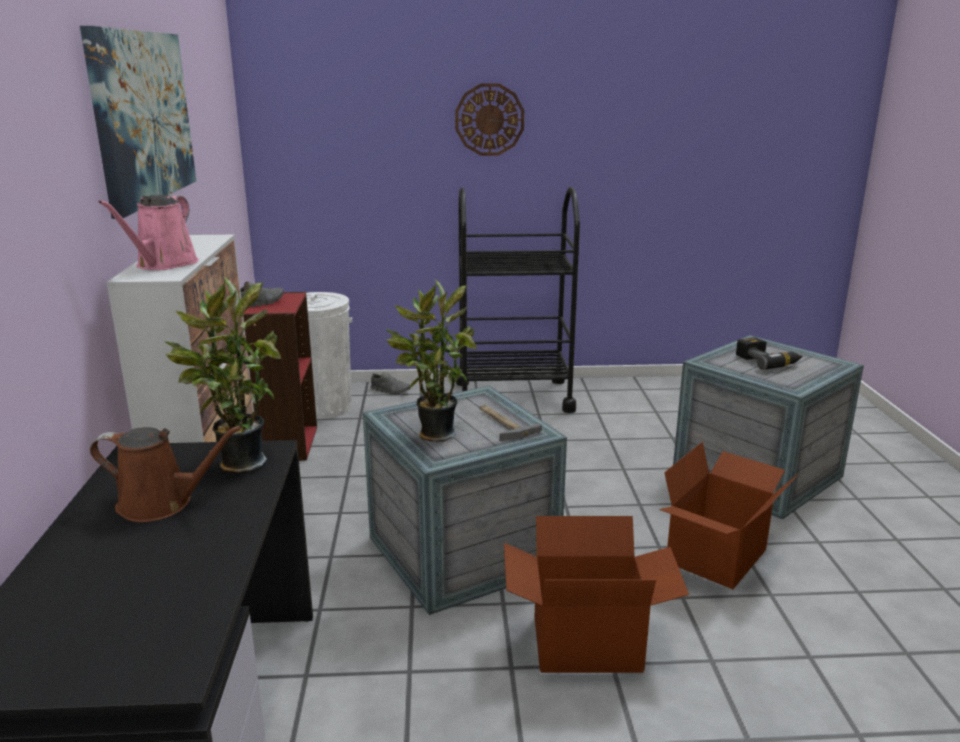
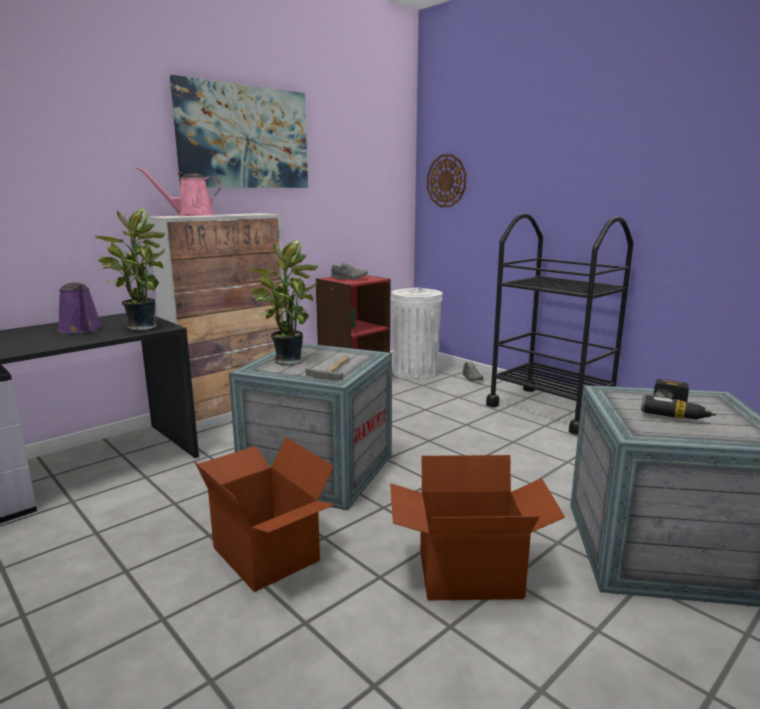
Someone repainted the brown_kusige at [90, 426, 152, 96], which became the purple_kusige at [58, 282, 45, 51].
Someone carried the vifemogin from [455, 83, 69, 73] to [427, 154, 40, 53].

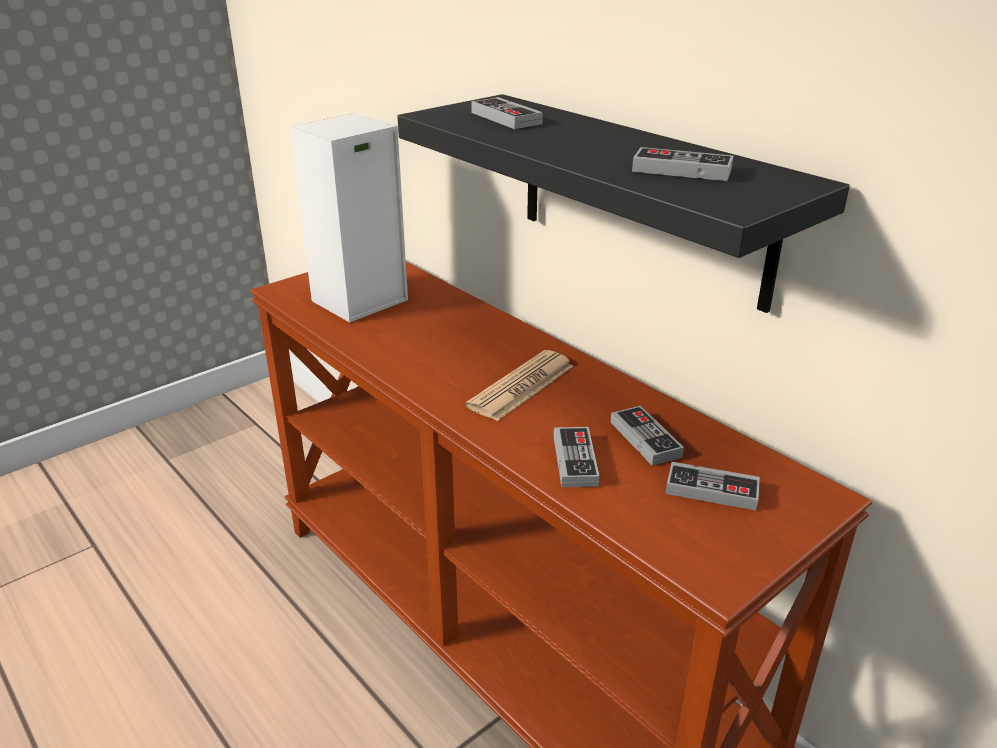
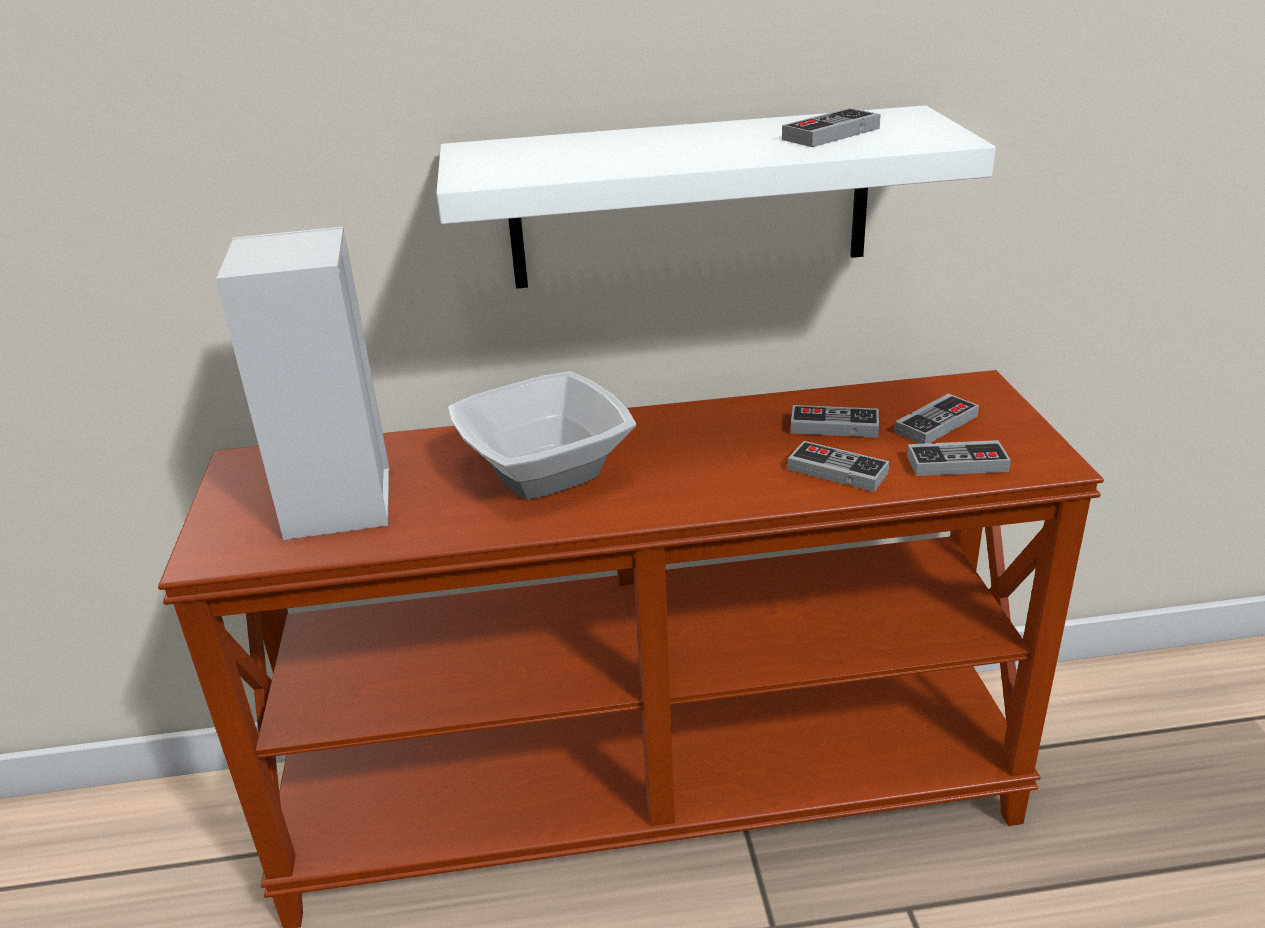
Someone repainted the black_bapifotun at [397, 94, 453, 219], which became the white_bapifotun at [436, 105, 560, 184].
Someone put down the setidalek at [448, 371, 188, 128].
Someone carried the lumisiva from [471, 97, 72, 32] to [907, 440, 104, 36].
Someone took away the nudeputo at [465, 350, 109, 71].

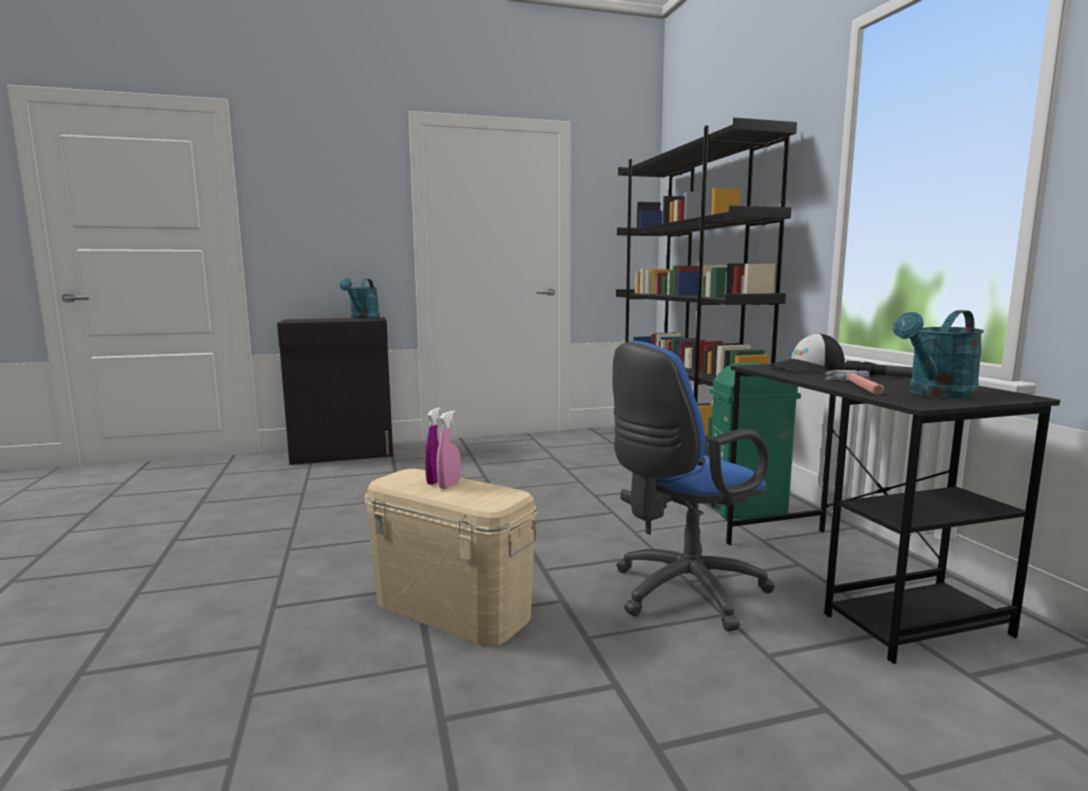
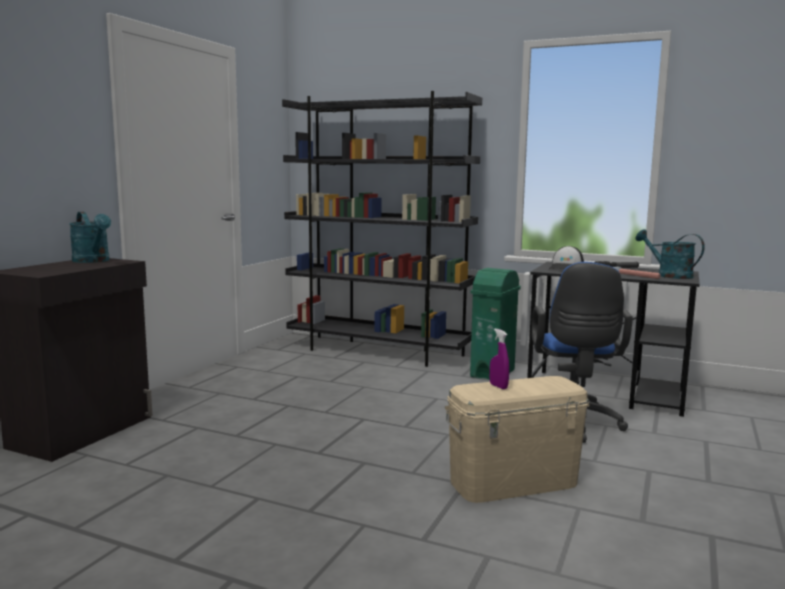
Someone rotated the turquoise_kusige at [893, 310, 91, 89] by 135 degrees clockwise.
Someone took away the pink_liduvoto at [437, 410, 24, 79].

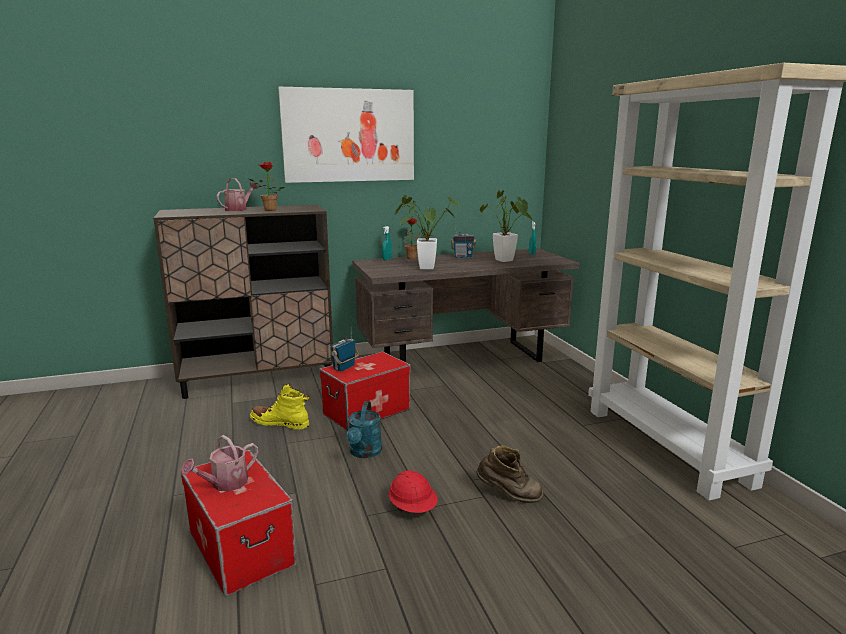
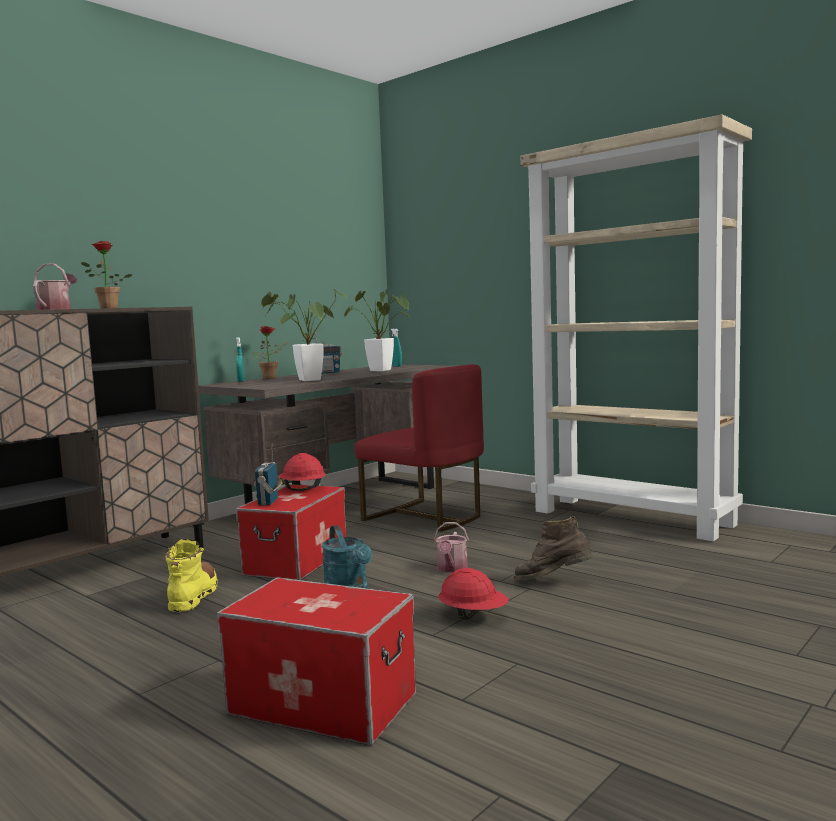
Someone rotated the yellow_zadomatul at [250, 384, 60, 46] by 105 degrees clockwise.
Someone put down the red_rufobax at [279, 453, 47, 38].
Someone put down the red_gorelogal at [355, 364, 129, 168].
Someone carried the kusige from [181, 435, 77, 57] to [434, 522, 35, 51].
Someone rotated the brown_zadomatul at [477, 445, 66, 58] by 150 degrees counterclockwise.
Someone took away the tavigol at [278, 87, 136, 96].

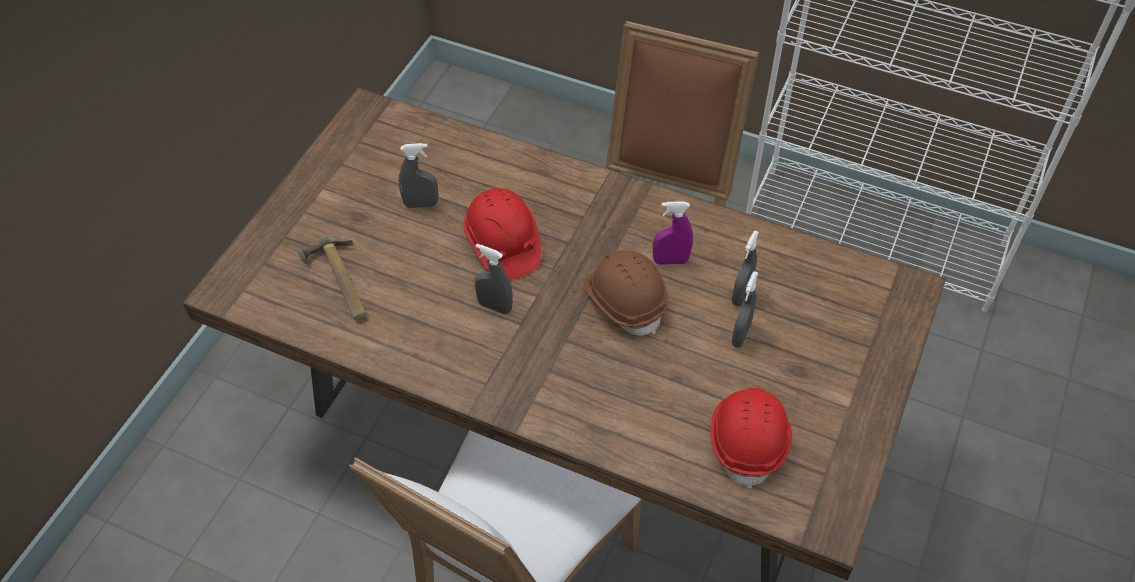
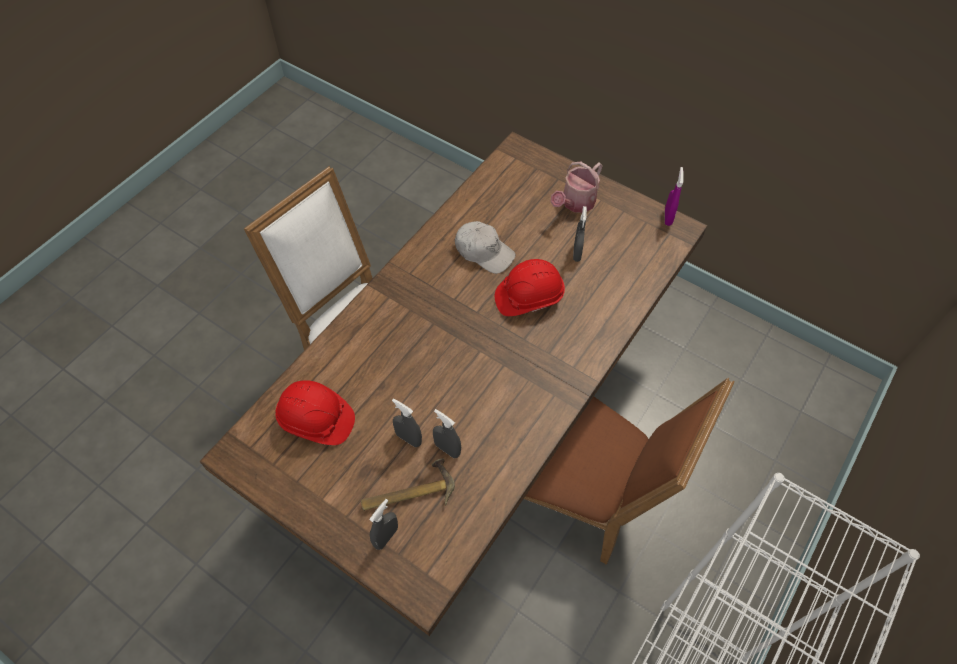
Someone carried the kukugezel from [297, 236, 70, 84] to [361, 458, 94, 52].
Someone carried the grey_liduvoto from [475, 244, 38, 70] to [369, 499, 29, 51].
Someone put down the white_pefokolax at [455, 221, 61, 53].
Someone put down the kusige at [551, 162, 52, 51].
Someone carried the purple_liduvoto from [653, 201, 40, 64] to [665, 167, 19, 59].
Someone took away the brown_rufobax at [583, 250, 85, 86].

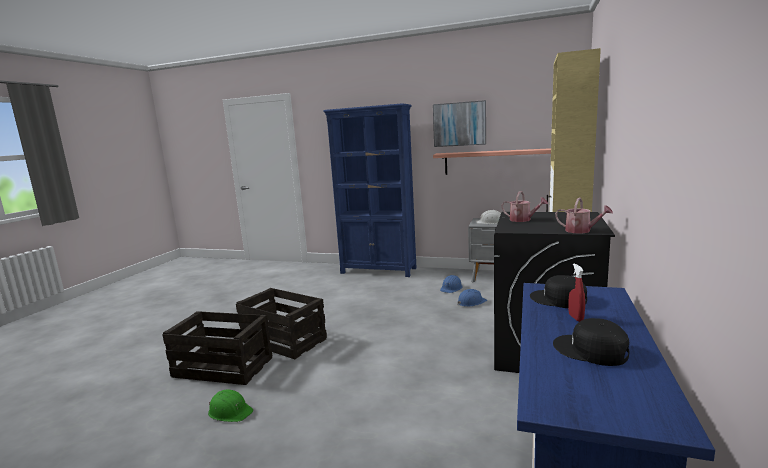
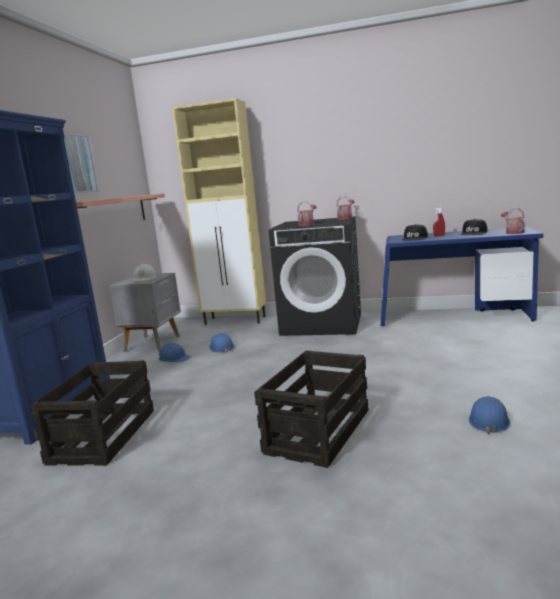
Someone carried the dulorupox from [162, 311, 111, 74] to [29, 360, 125, 106].
Someone repainted the green_rufobax at [208, 389, 45, 33], which became the blue_rufobax at [469, 396, 41, 38].
Someone put down the kusige at [501, 208, 25, 26].

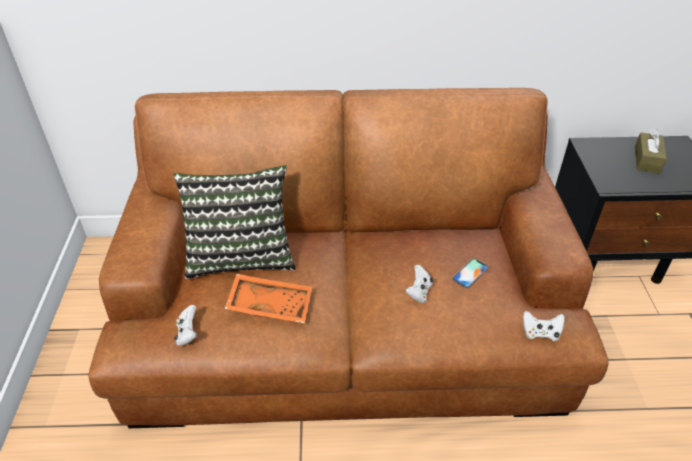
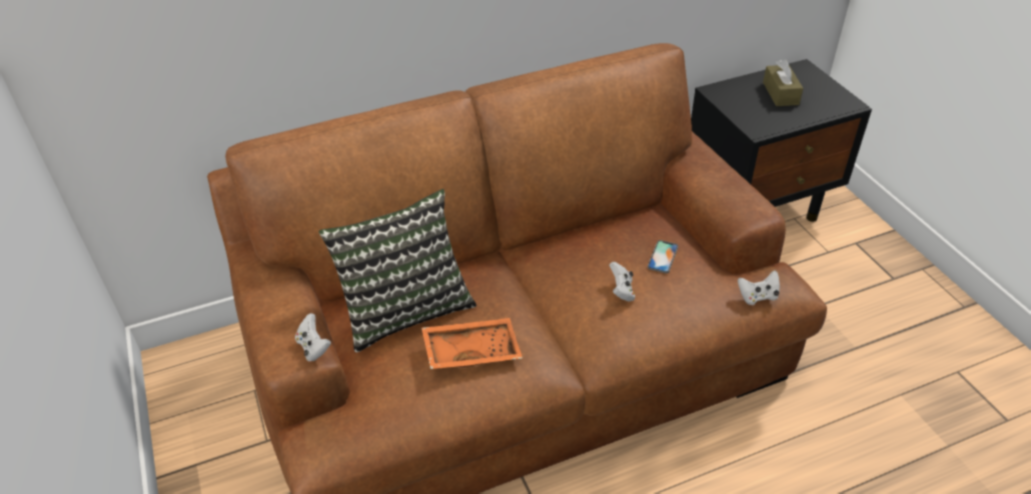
Someone carried the white_lumisiva from [174, 305, 23, 41] to [295, 313, 36, 49].

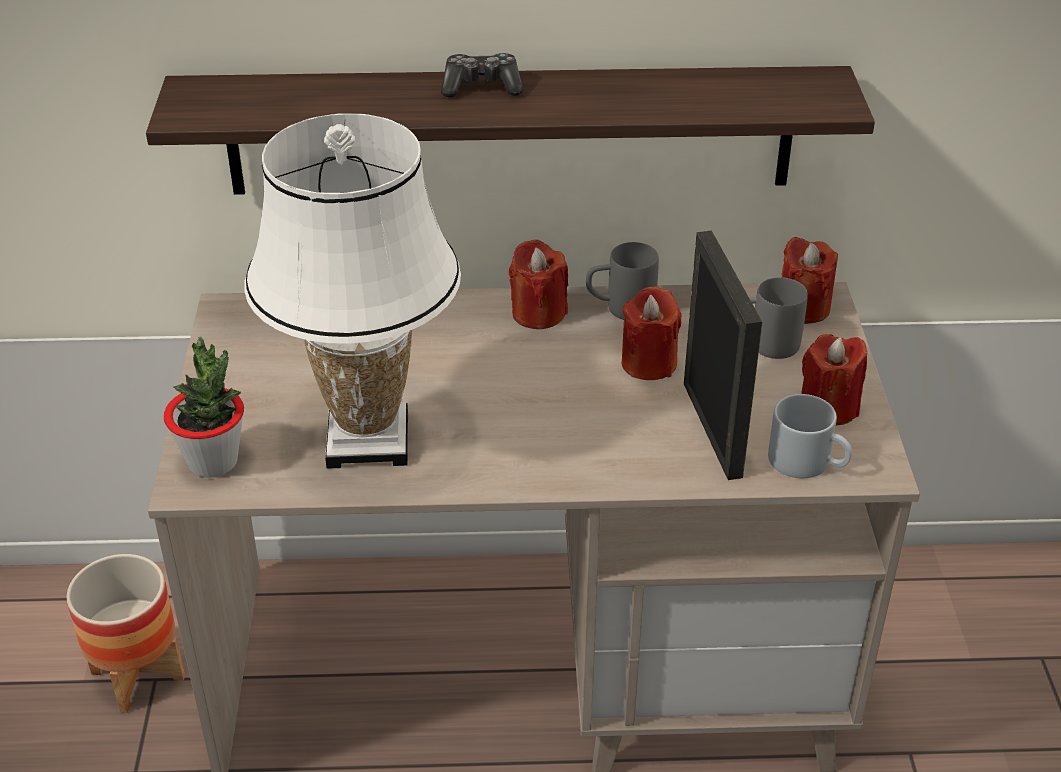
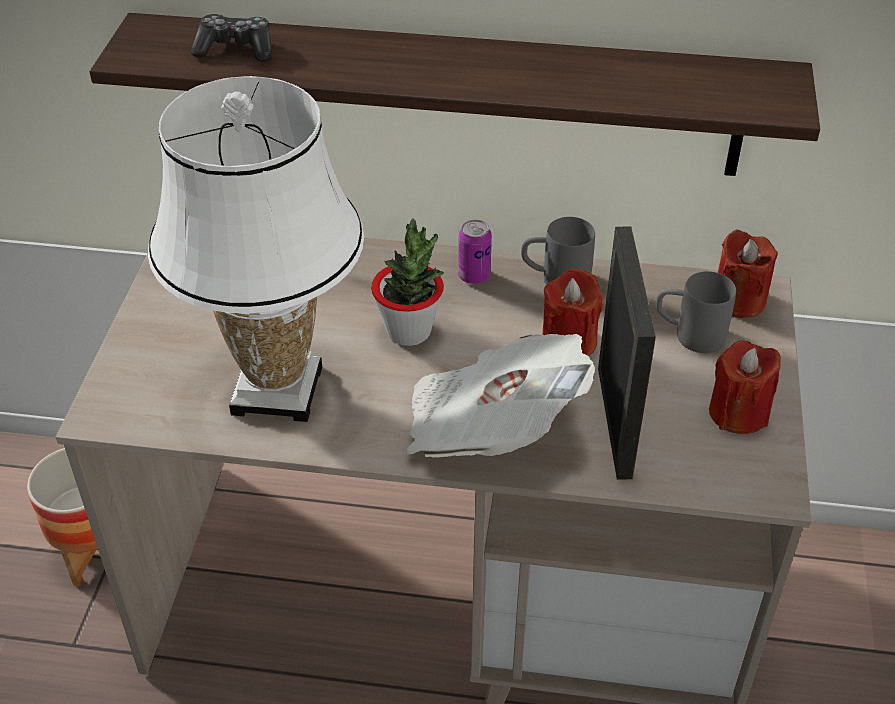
Someone carried the lumisiva from [441, 53, 82, 44] to [191, 14, 81, 48].
Someone carried the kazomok from [163, 337, 81, 141] to [371, 218, 73, 128].
Someone put down the nudeputo at [407, 334, 188, 124].
Someone swapped the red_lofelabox at [509, 240, 59, 89] for the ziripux at [458, 220, 34, 64].
Someone took away the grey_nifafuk at [768, 394, 84, 84].

